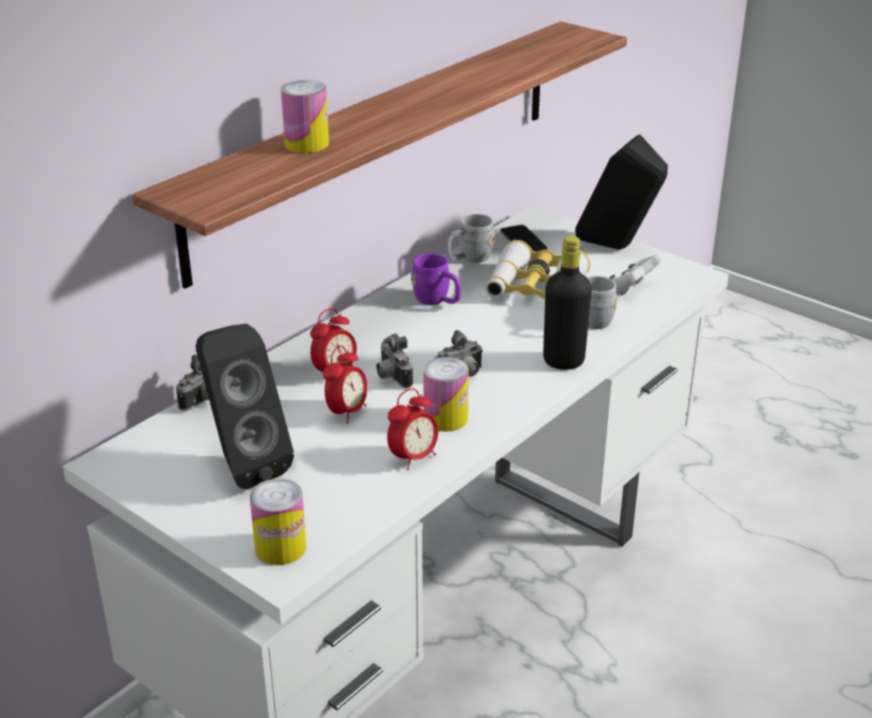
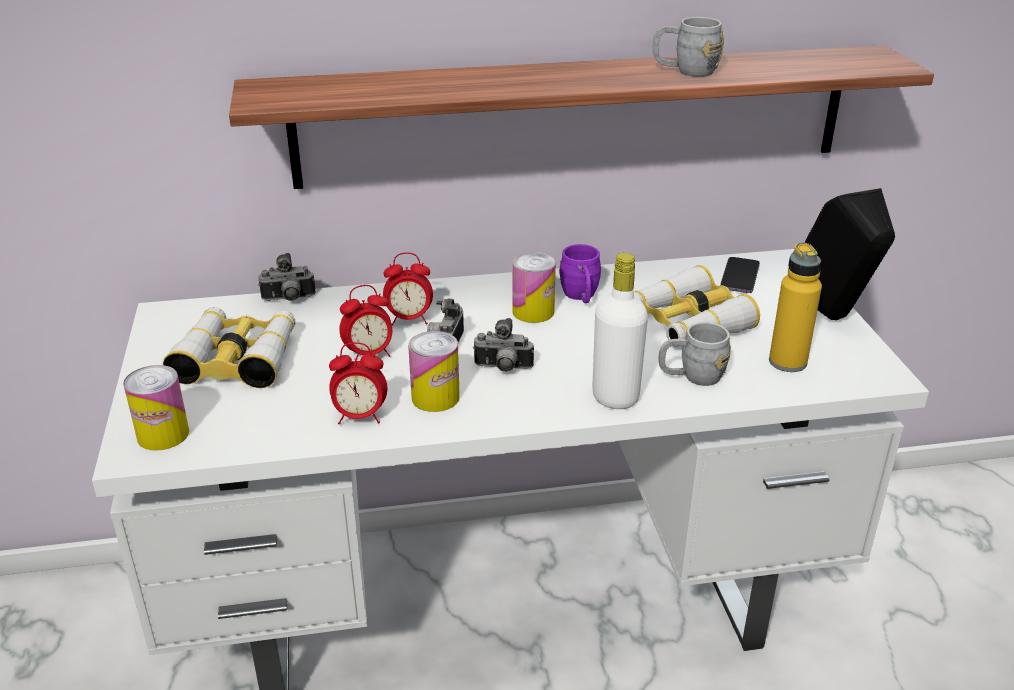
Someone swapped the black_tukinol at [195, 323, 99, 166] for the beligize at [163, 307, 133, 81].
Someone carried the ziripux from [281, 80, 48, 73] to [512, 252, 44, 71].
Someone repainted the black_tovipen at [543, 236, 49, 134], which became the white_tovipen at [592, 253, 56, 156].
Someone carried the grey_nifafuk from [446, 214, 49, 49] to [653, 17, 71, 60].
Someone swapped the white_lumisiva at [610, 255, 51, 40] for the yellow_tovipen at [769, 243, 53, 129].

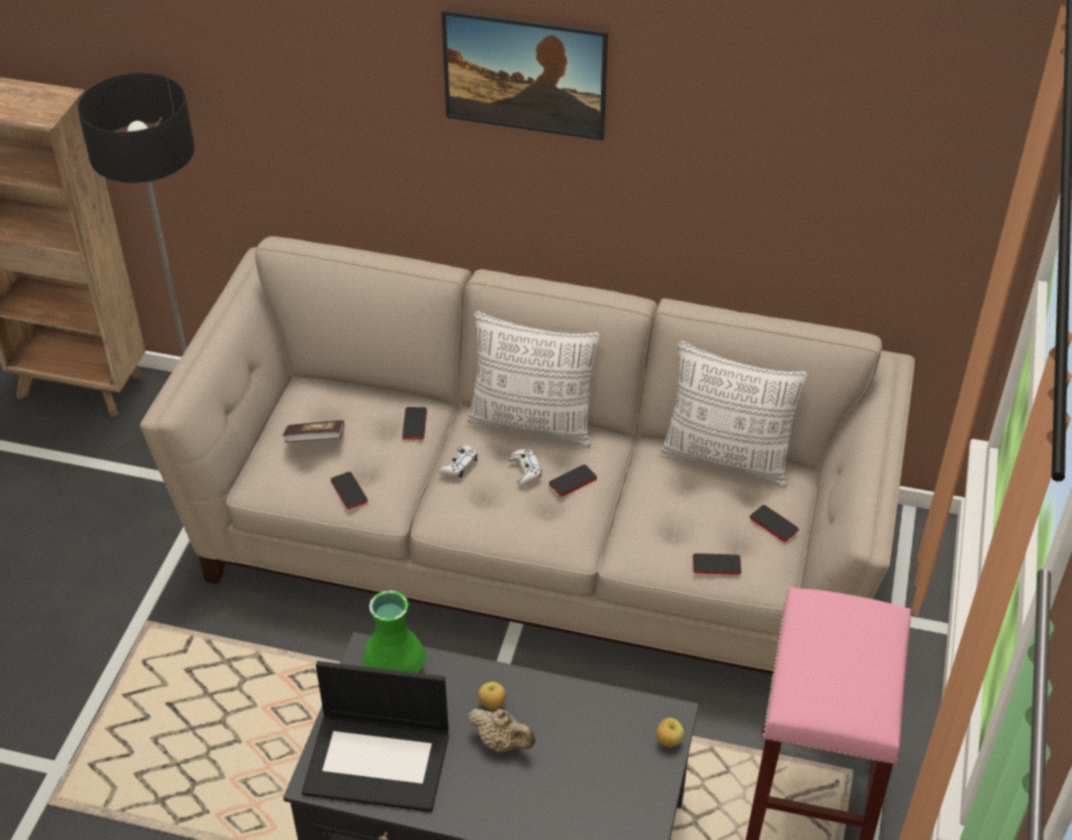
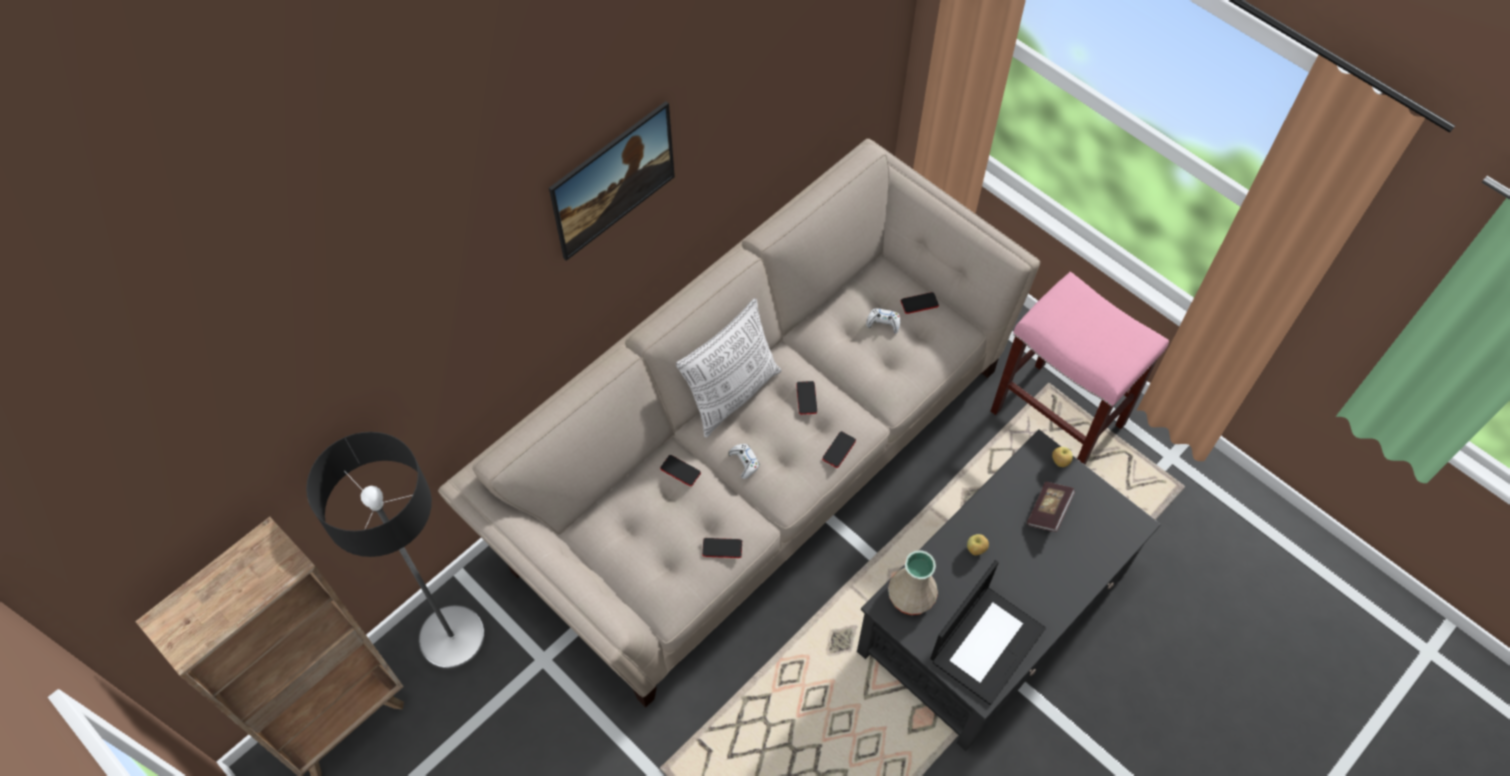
Someone carried the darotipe from [693, 553, 48, 22] to [822, 431, 34, 37].
Someone carried the white_lumisiva from [508, 449, 34, 38] to [866, 308, 34, 25].
Someone repainted the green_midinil at [363, 590, 63, 83], which became the beige_midinil at [888, 550, 50, 65].
Someone carried the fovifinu from [282, 420, 63, 22] to [1027, 482, 48, 50].
Someone took away the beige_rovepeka at [468, 709, 67, 43].
Someone took away the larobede at [659, 341, 149, 147].

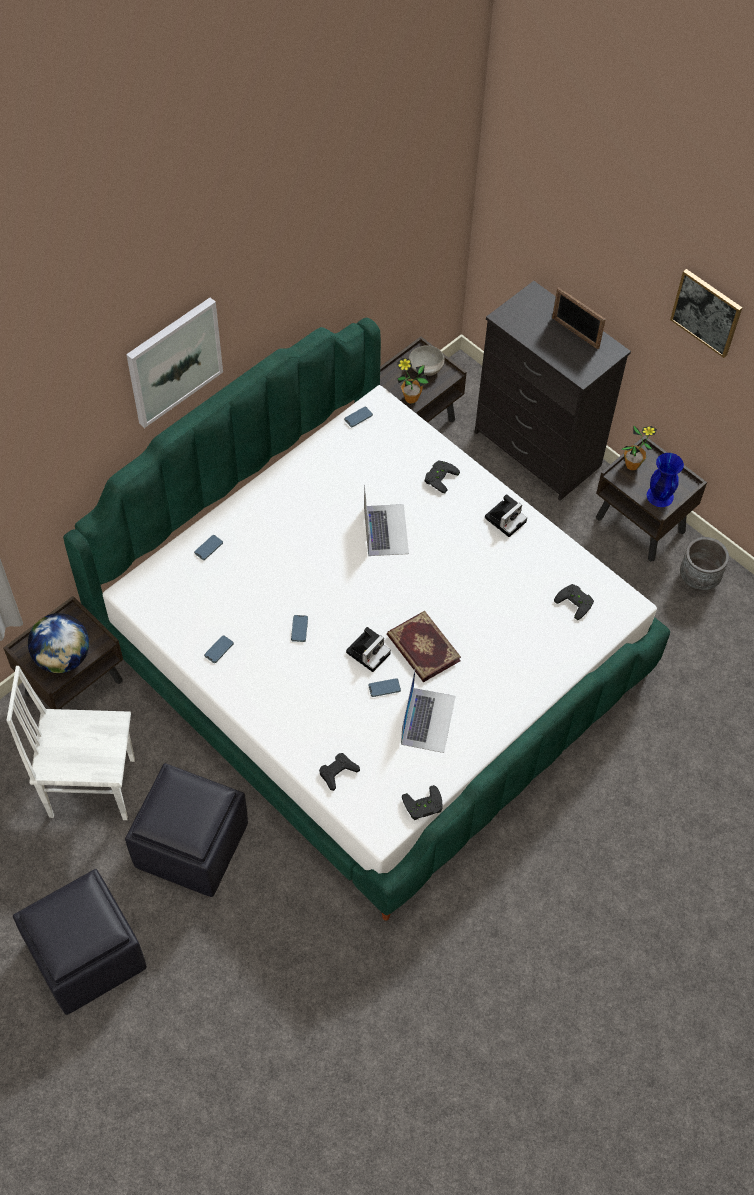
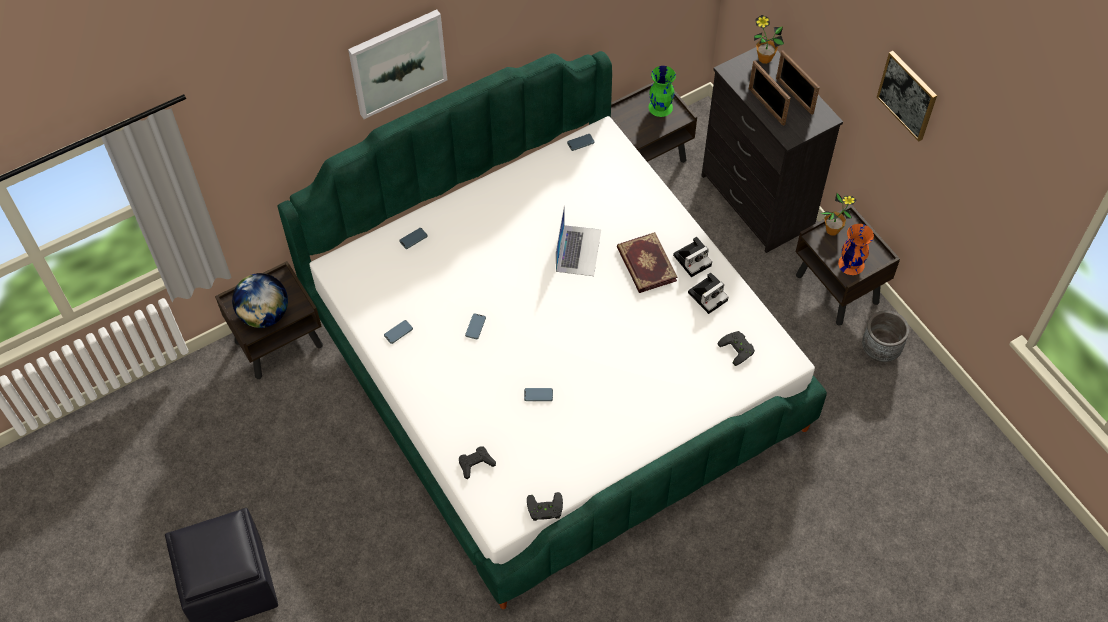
Someone carried the fovifinu from [387, 611, 74, 71] to [617, 232, 61, 61].
Someone swapped the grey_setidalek at [409, 345, 36, 31] for the green_midinil at [649, 66, 27, 51].
Someone carried the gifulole from [346, 627, 45, 45] to [688, 272, 40, 42].
Someone put down the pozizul at [749, 61, 42, 65].
Someone carried the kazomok from [397, 358, 32, 45] to [754, 15, 30, 49].
Someone repainted the blue_midinil at [647, 453, 37, 54], which became the orange_midinil at [838, 224, 36, 51].
Someone took away the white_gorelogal at [6, 666, 129, 154].
Someone took away the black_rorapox at [125, 763, 123, 134].
Someone took away the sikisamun at [401, 670, 55, 83].
Someone took away the black_lumisiva at [425, 460, 35, 34].

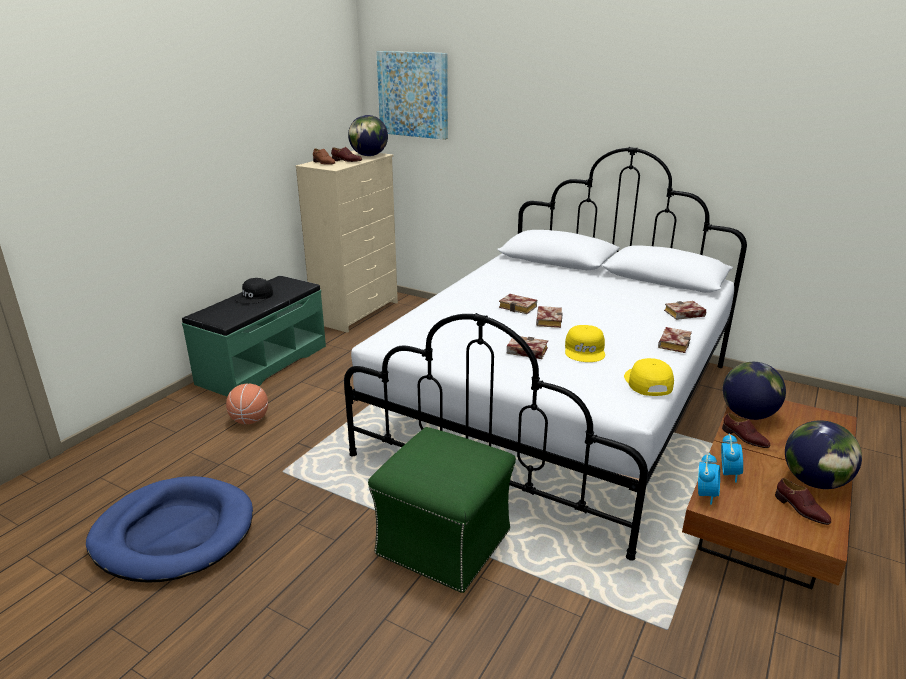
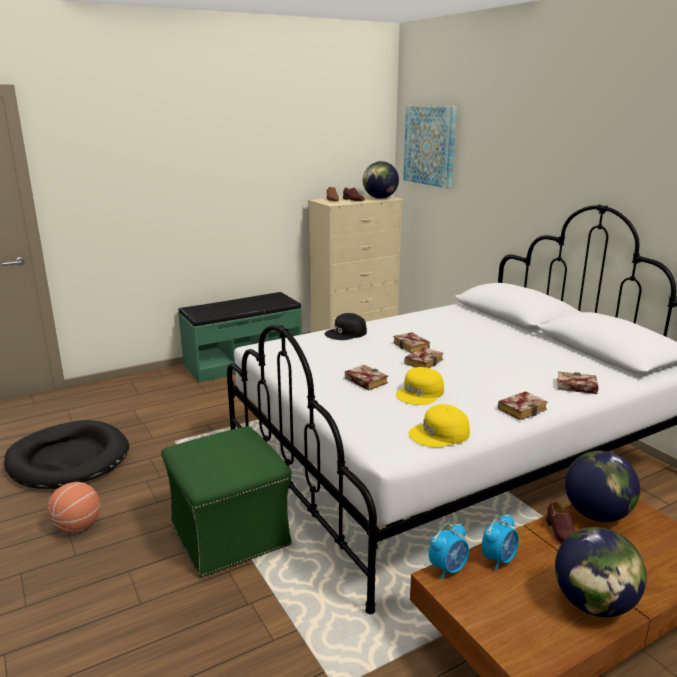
Someone repainted the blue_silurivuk at [86, 476, 167, 106], which became the black_silurivuk at [4, 420, 125, 69].
Someone carried the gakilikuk from [226, 384, 42, 40] to [47, 482, 53, 51].
Someone carried the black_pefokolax from [235, 278, 38, 26] to [324, 313, 43, 27].
Someone rotated the yellow_pefokolax at [624, 358, 50, 38] by 135 degrees counterclockwise.
Someone took away the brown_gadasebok at [775, 478, 57, 47].

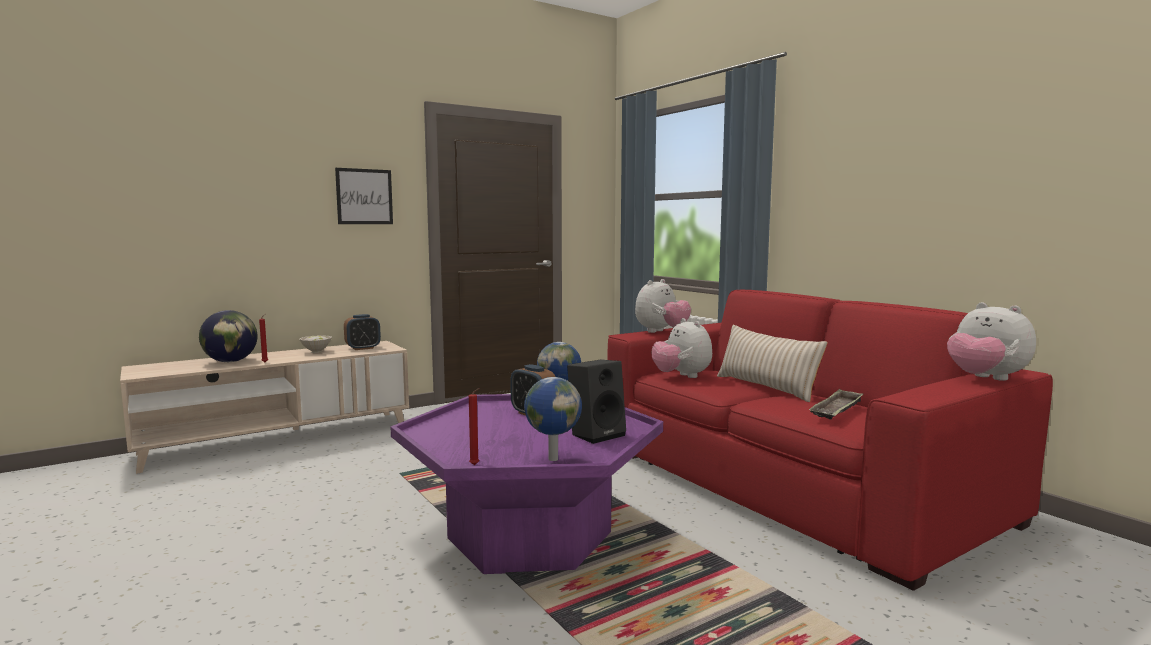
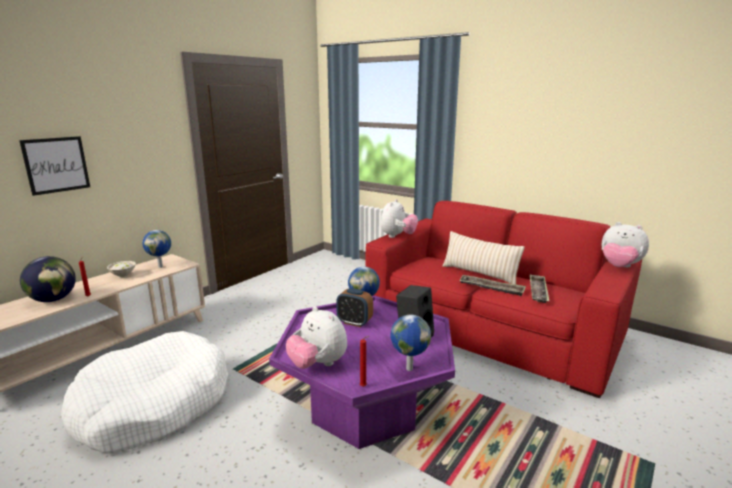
Someone carried the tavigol from [335, 168, 58, 56] to [19, 136, 71, 60].
Someone put down the white_silurivuk at [61, 331, 167, 122].
Someone swapped the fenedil at [344, 314, 37, 36] for the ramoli at [142, 230, 29, 38].
Someone carried the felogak from [652, 318, 60, 60] to [286, 306, 61, 63].
Someone put down the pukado at [459, 275, 67, 21].

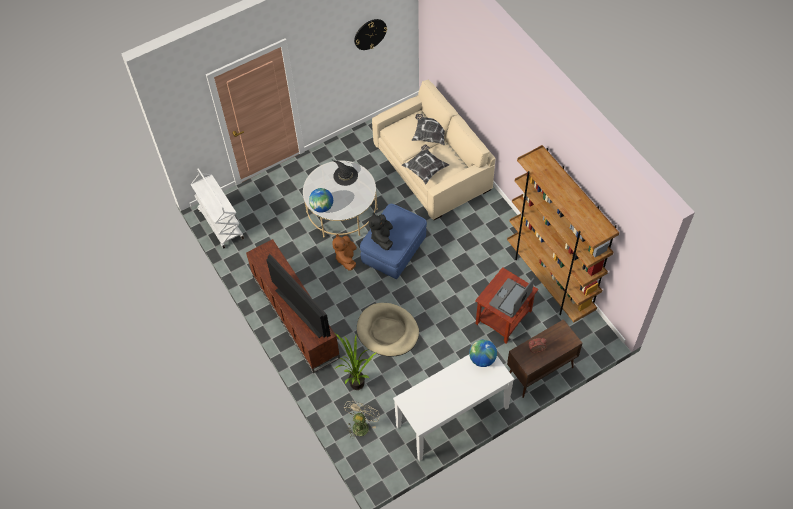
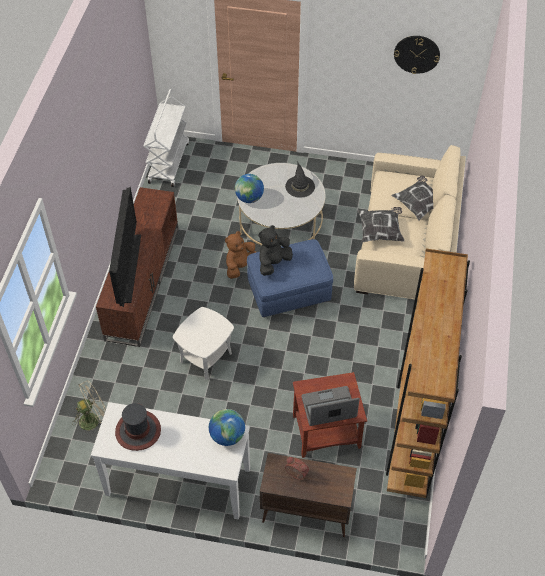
Someone put down the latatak at [115, 403, 46, 48].
Someone swapped the beige_silurivuk at [357, 303, 62, 54] for the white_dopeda at [173, 307, 61, 73].
Someone took away the kazomok at [335, 334, 42, 56].

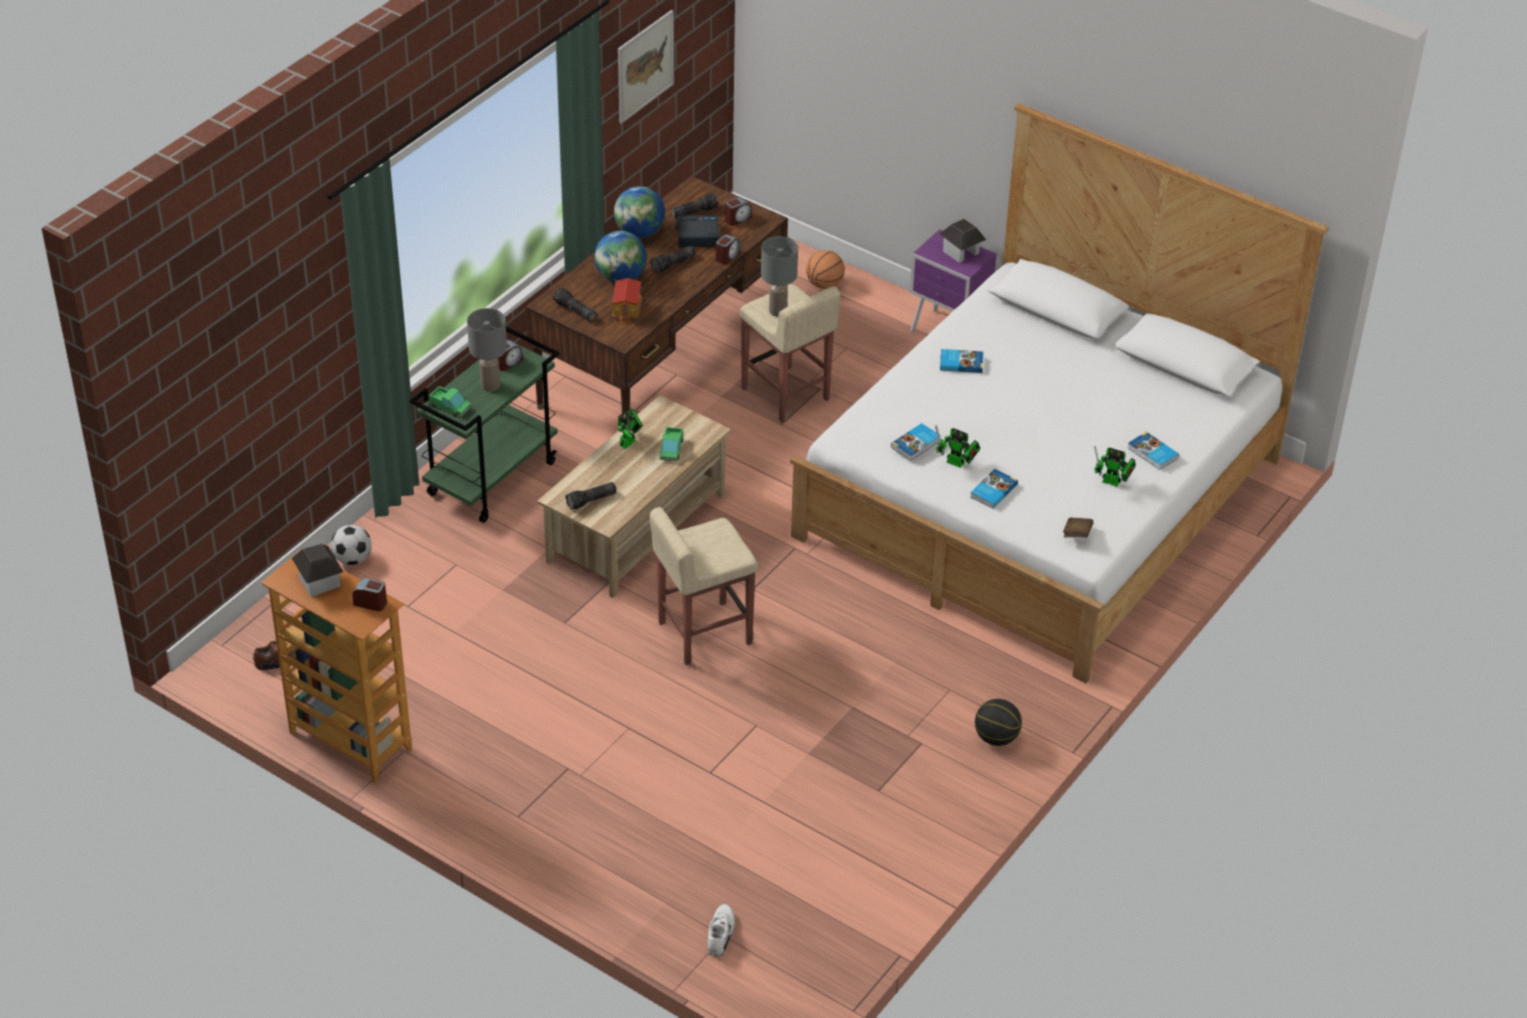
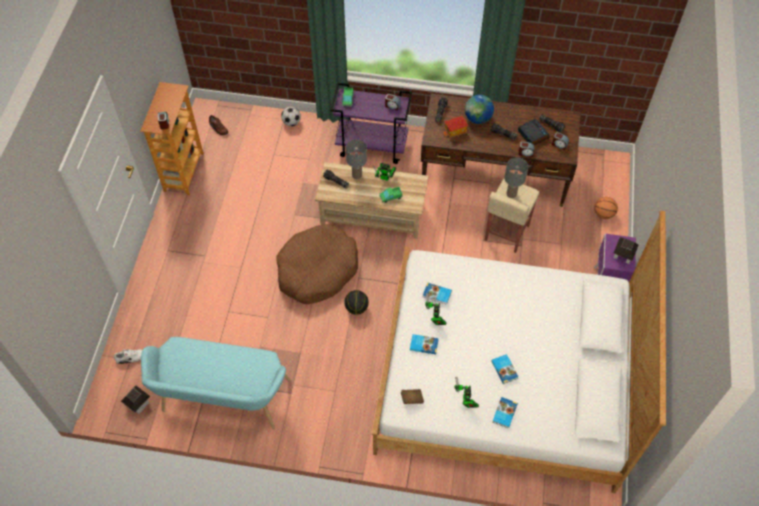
Someone carried the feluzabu from [292, 544, 51, 53] to [121, 385, 29, 29].
Someone put down the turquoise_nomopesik at [141, 337, 150, 92].
Someone swapped the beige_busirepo at [650, 507, 108, 158] for the brown_silurivuk at [277, 224, 81, 80].
Someone repainted the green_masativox at [410, 327, 149, 196], which became the purple_masativox at [330, 82, 82, 82].
Someone carried the gakilikuk from [975, 699, 47, 47] to [344, 290, 25, 25].
Someone carried the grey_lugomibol from [467, 308, 40, 83] to [346, 139, 21, 40].
Someone carried the fovifinu from [940, 349, 43, 24] to [491, 354, 27, 30].
Someone took away the ramoli at [614, 186, 51, 52].
Someone took away the tavigol at [618, 10, 56, 114].

